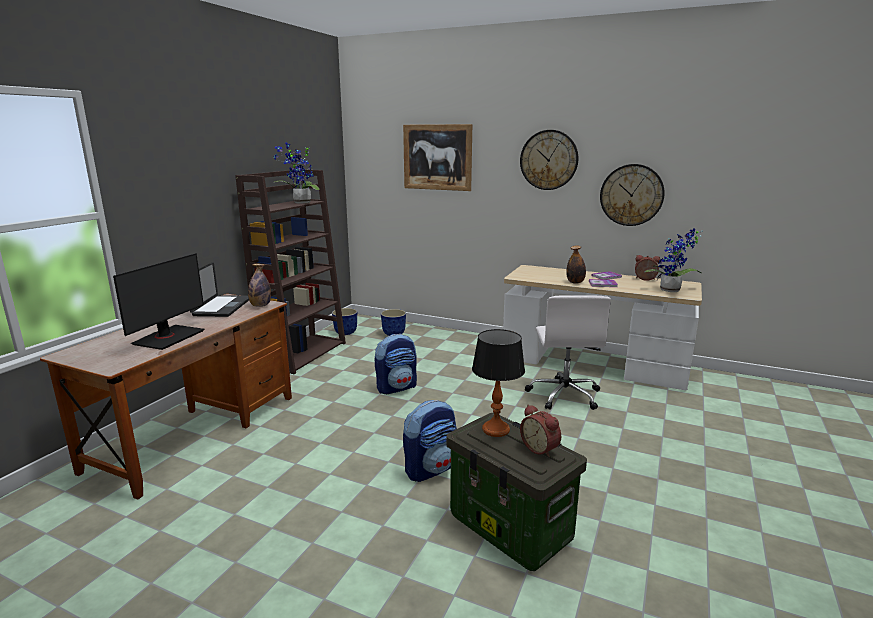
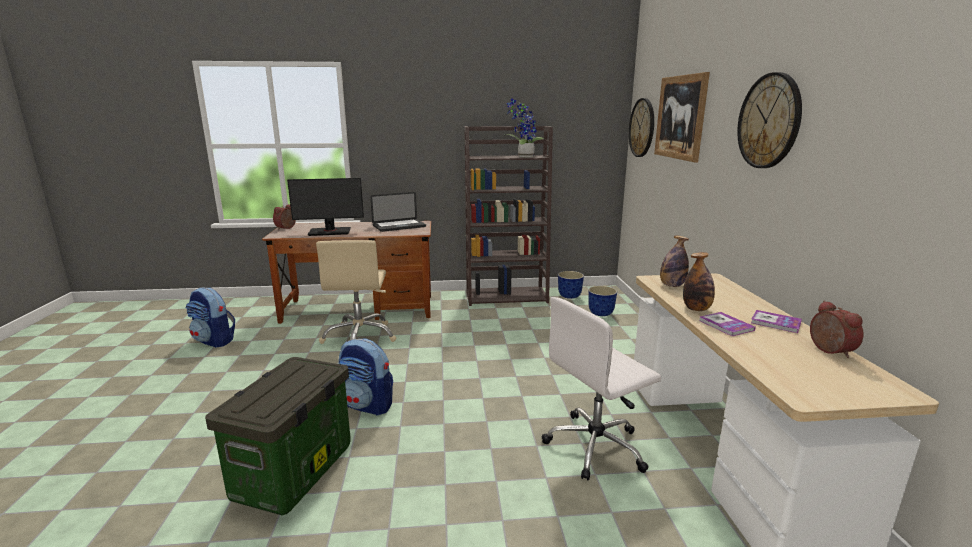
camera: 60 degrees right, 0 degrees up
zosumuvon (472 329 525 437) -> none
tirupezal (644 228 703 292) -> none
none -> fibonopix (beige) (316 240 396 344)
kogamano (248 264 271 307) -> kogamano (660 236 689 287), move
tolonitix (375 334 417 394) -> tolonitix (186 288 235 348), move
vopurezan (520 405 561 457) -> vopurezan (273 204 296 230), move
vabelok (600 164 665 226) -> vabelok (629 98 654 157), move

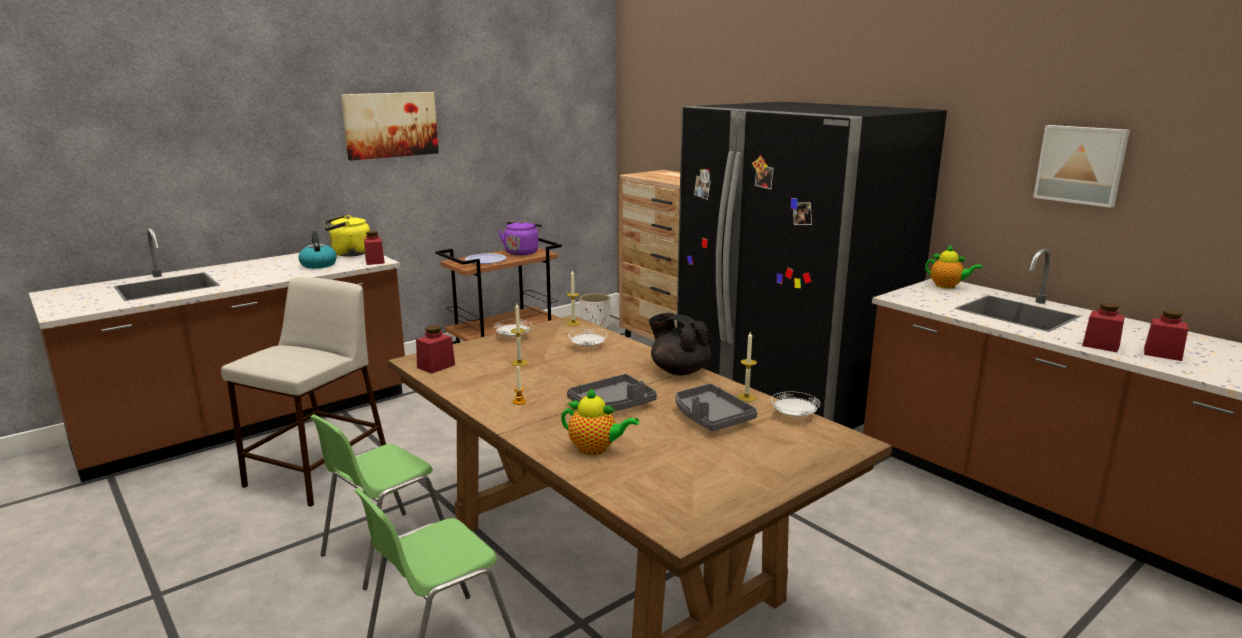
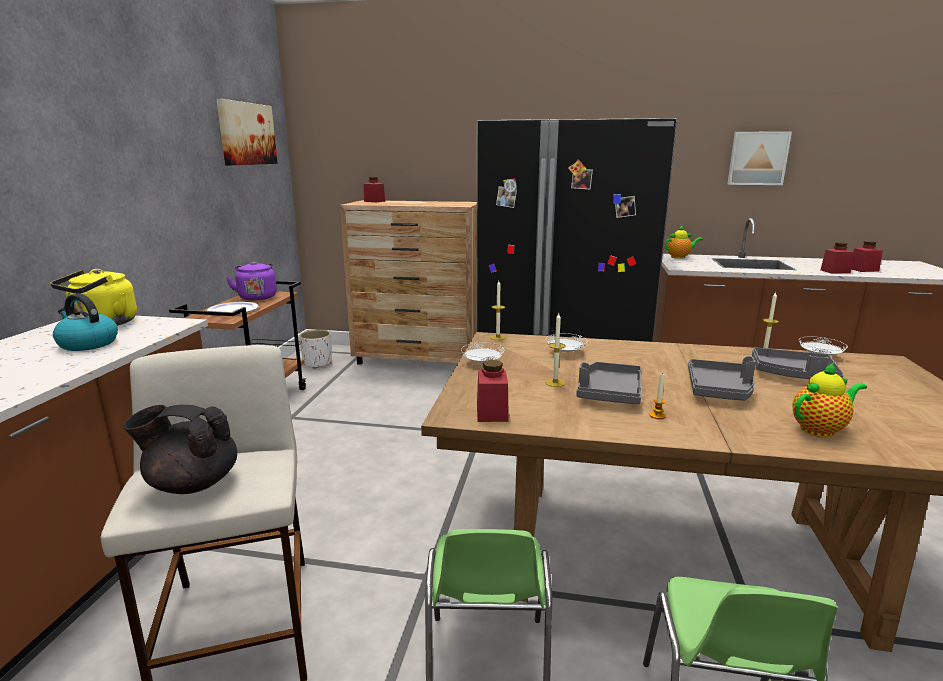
camera: 40 degrees left, 0 degrees up
none -> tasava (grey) (577 362 642 404)
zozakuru (341 92 439 160) -> zozakuru (216 99 278 165), move
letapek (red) (364 231 385 265) -> letapek (red) (364 177 385 202), move
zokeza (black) (649 313 711 376) -> zokeza (black) (124 405 237 494), move

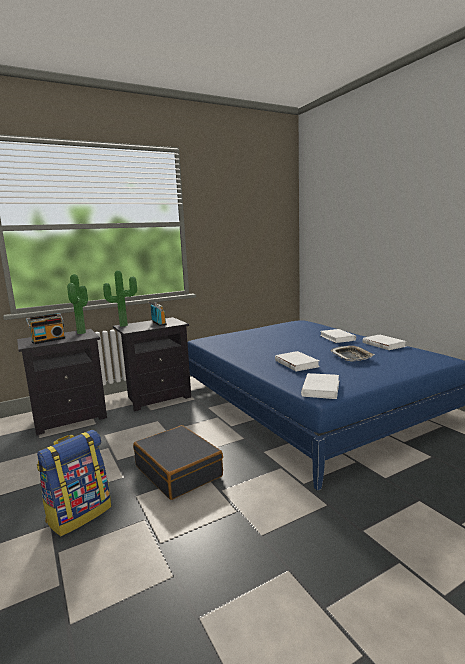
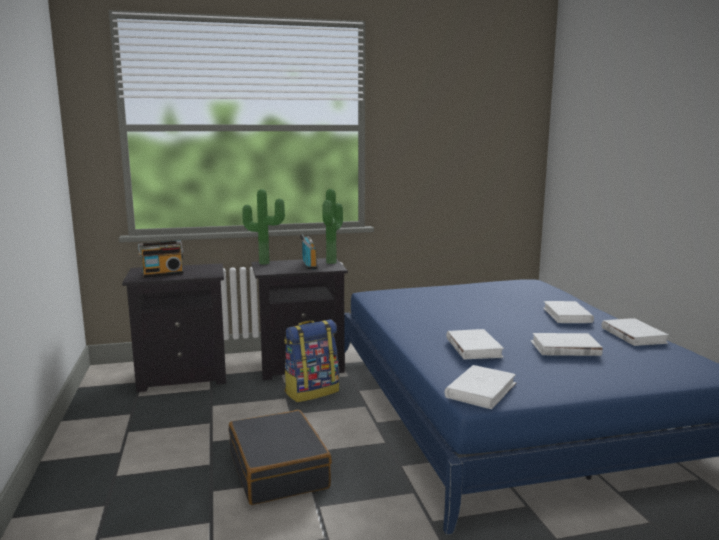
camera: 15 degrees right, 0 degrees up
tolonitix (37 430 111 536) -> tolonitix (284 320 339 402), move
tirupezal (67 274 88 334) -> tirupezal (323 189 343 264), move
tasava (330 346 375 362) -> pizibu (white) (531 333 603 356)

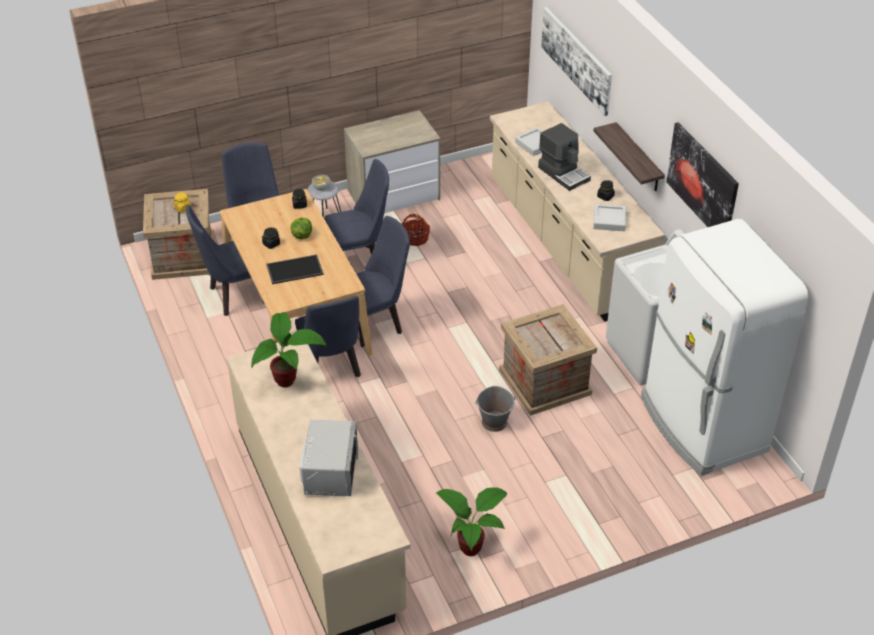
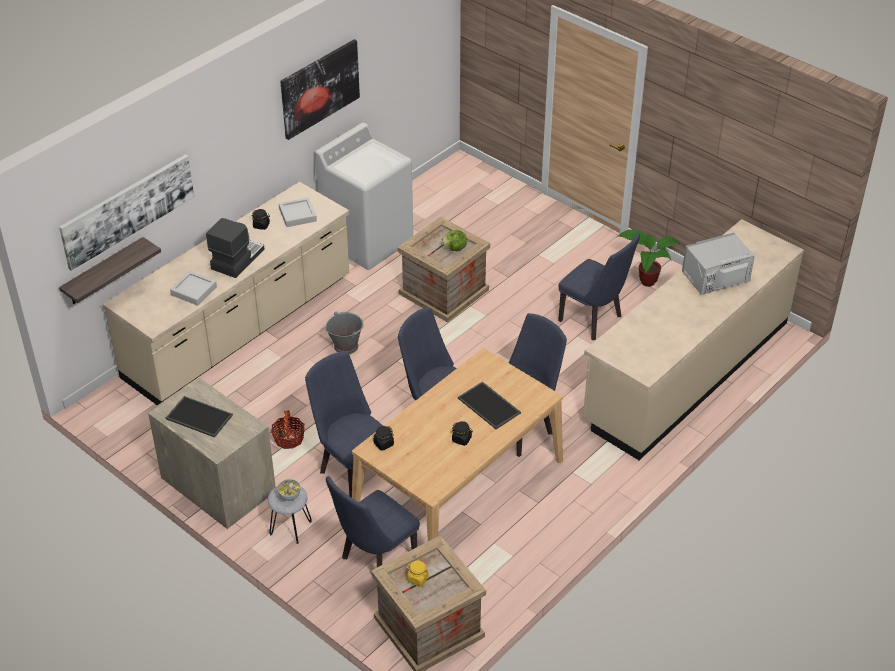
camera: 115 degrees left, 0 degrees up
tirupezal (251 312 327 387) -> none
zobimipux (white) (641 219 809 476) -> none
none -> tasava (166 396 233 438)
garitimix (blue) (186 205 264 316) -> garitimix (blue) (558 233 640 340), move
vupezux (290 218 312 239) -> vupezux (441 230 467 251), move
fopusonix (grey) (475 386 516 432) -> fopusonix (grey) (325 312 364 354), move
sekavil (594 122 665 191) -> sekavil (59 237 161 304), move

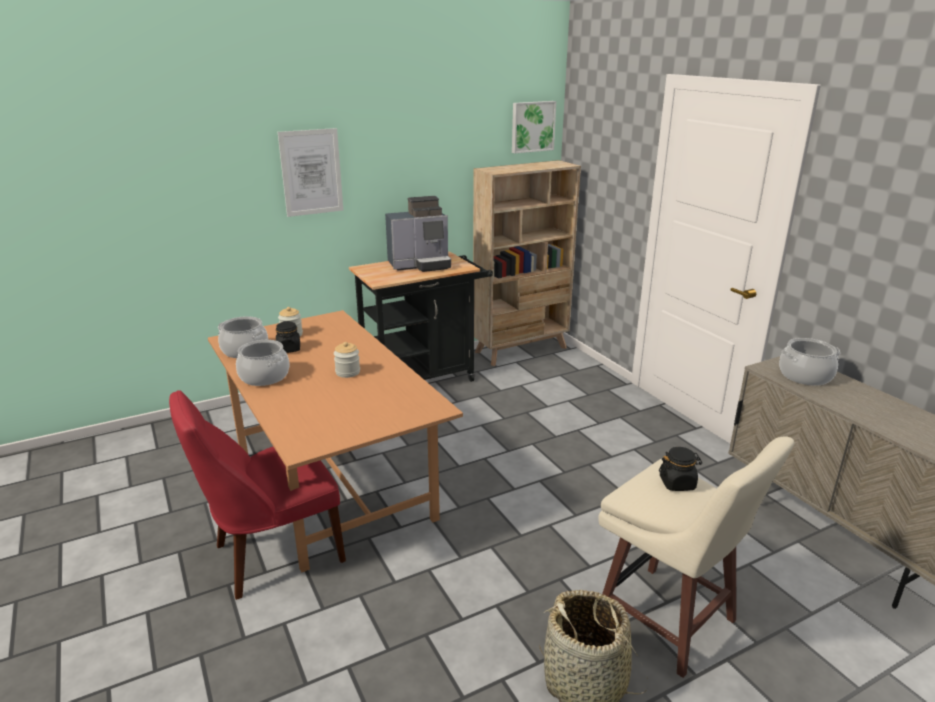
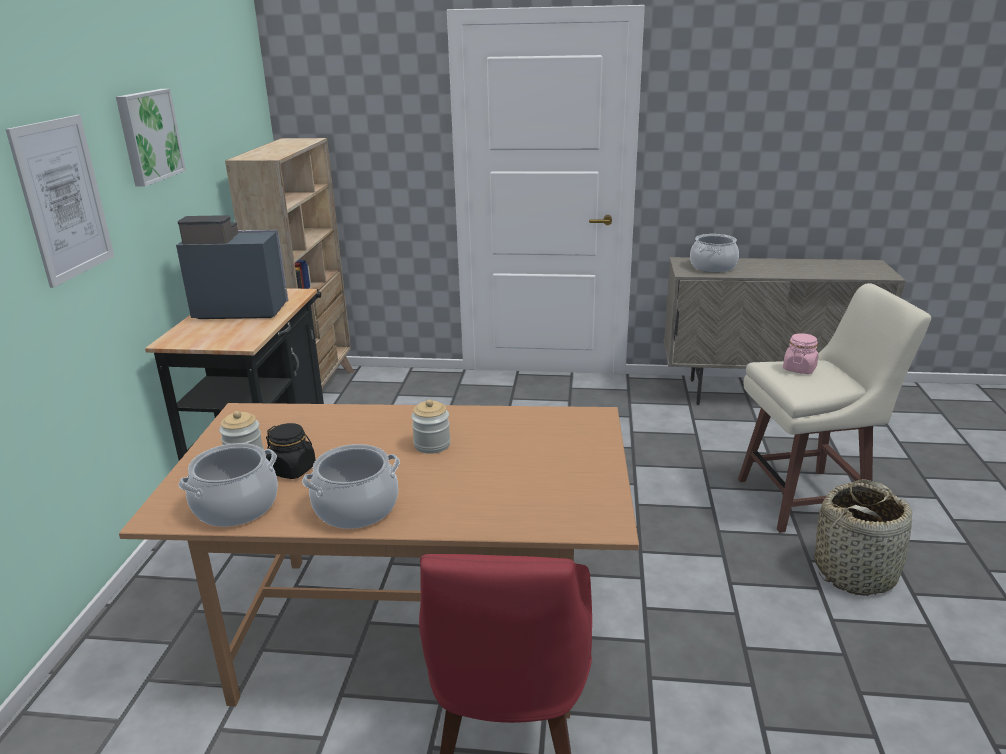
camera: 55 degrees left, 0 degrees up
zozakuru (512 101 556 153) -> zozakuru (116 89 186 187), move
letapek (black) (659 447 702 491) -> letapek (pink) (783 333 819 374)
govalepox (385 196 451 272) -> govalepox (176 215 288 319), 105 degrees counterclockwise

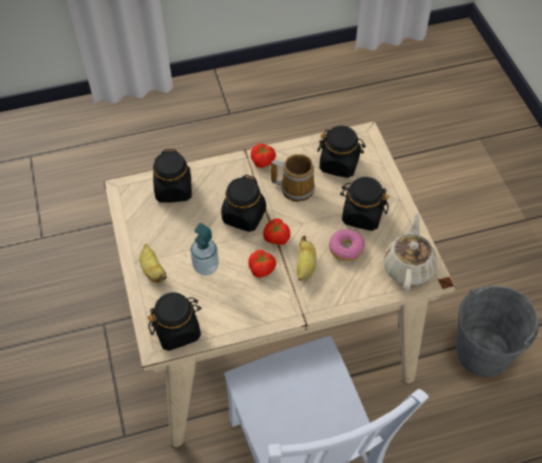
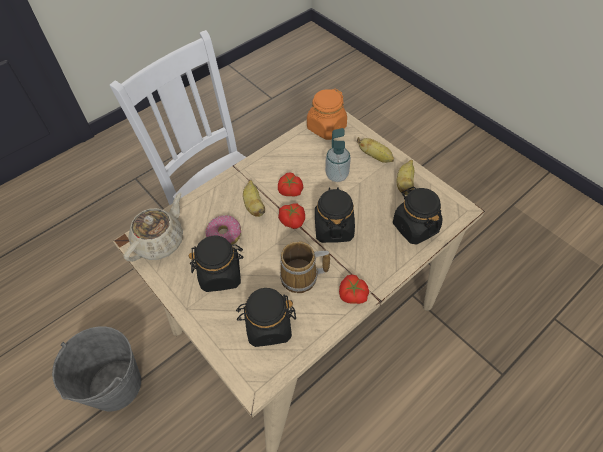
camera: 155 degrees right, 0 degrees up
none -> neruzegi (397 160 414 195)
letapek (black) (148 293 201 351) -> letapek (orange) (307 89 347 140)
zokeza (beige) (383 213 437 291) -> zokeza (beige) (123 193 183 262), 135 degrees counterclockwise

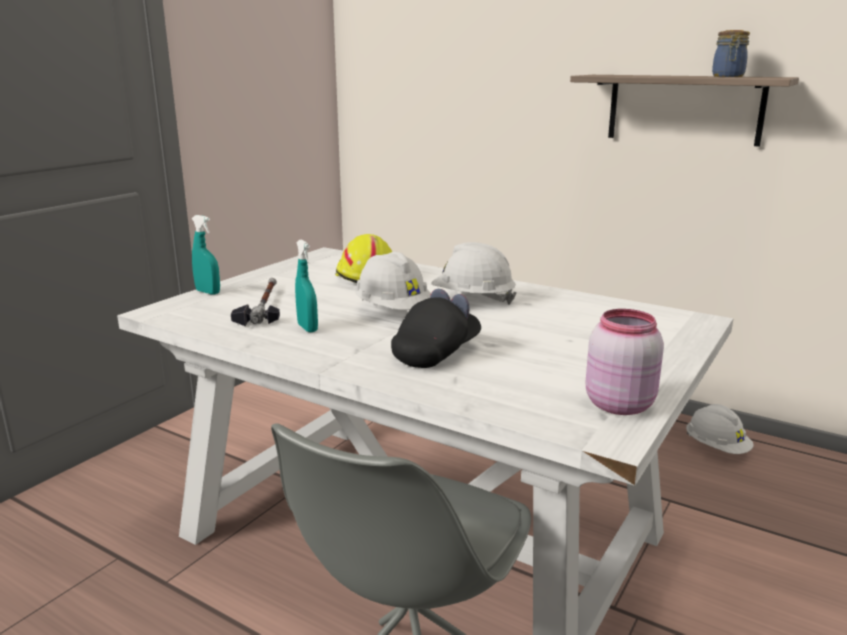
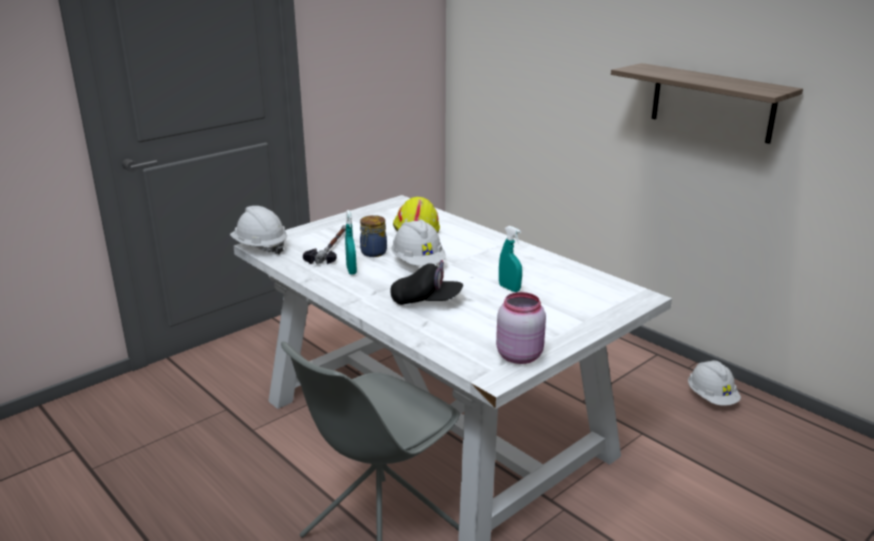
camera: 15 degrees right, 5 degrees up
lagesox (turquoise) (192 215 220 295) -> lagesox (turquoise) (499 226 522 292), move
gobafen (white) (431 242 516 305) -> gobafen (white) (230 206 287 255), move
letapek (712 30 750 77) -> letapek (360 215 387 257), move
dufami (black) (391 289 481 368) -> dufami (black) (390 260 463 305), 45 degrees clockwise

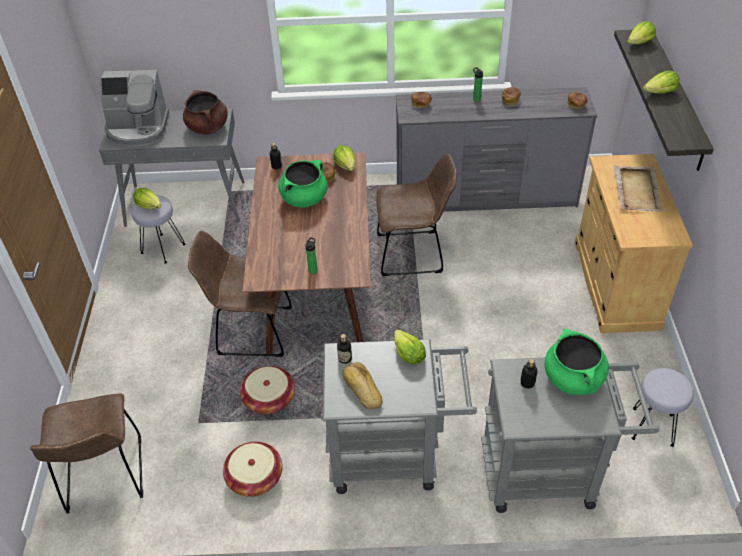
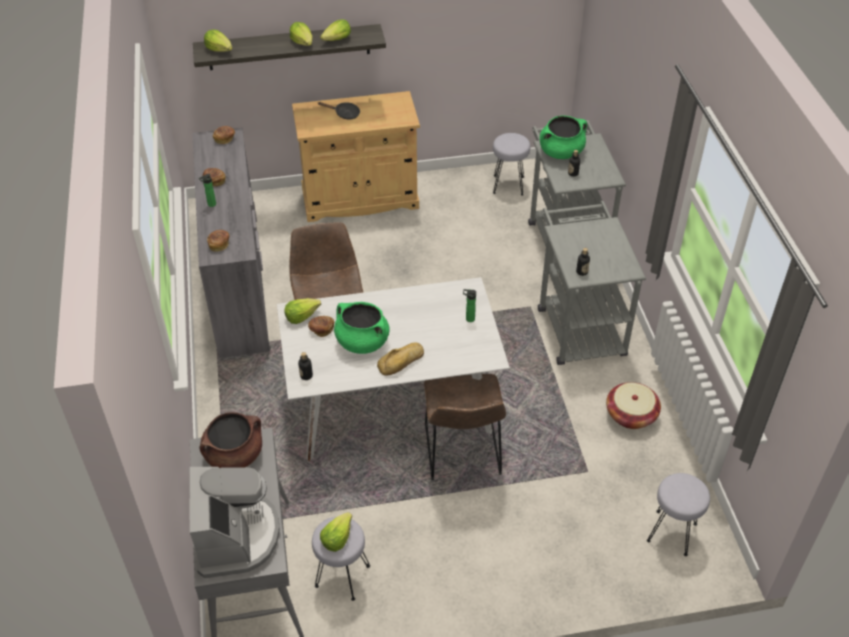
camera: 100 degrees left, 0 degrees up
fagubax (240 366 295 414) -> none
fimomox (342 362 383 410) -> fimomox (377 342 424 376), move
vupezux (394 330 426 365) -> vupezux (320 19 351 41), move
garitimix (brown) (30 394 143 513) -> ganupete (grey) (647 473 710 556)
tasava (beige) (614 165 664 212) -> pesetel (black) (318 102 360 119)
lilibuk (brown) (242 152 371 354) -> lilibuk (white) (277 277 510 461)

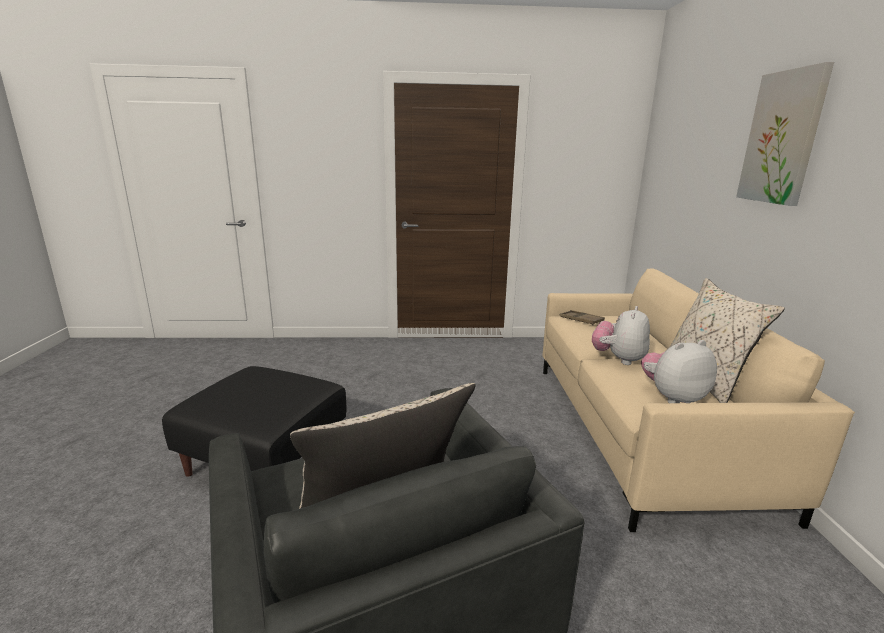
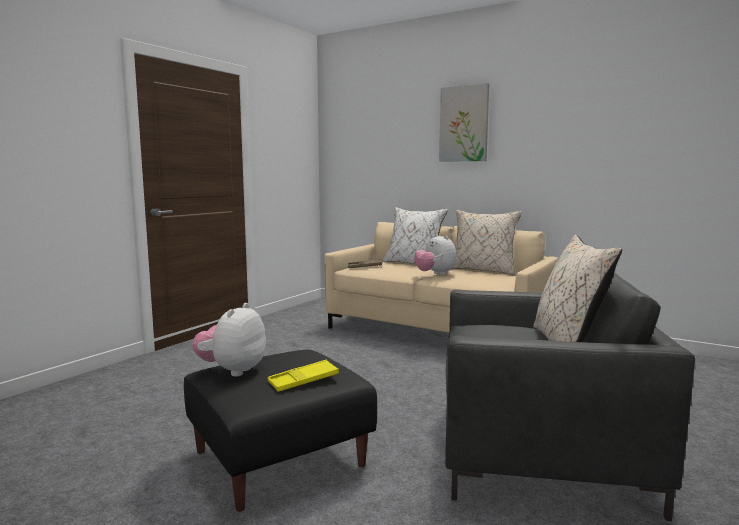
camera: 55 degrees left, 10 degrees down
none -> tasava (yellow) (267 360 339 392)
none -> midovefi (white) (383 207 448 264)
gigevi (641 340 717 403) -> gigevi (192 303 266 377), move

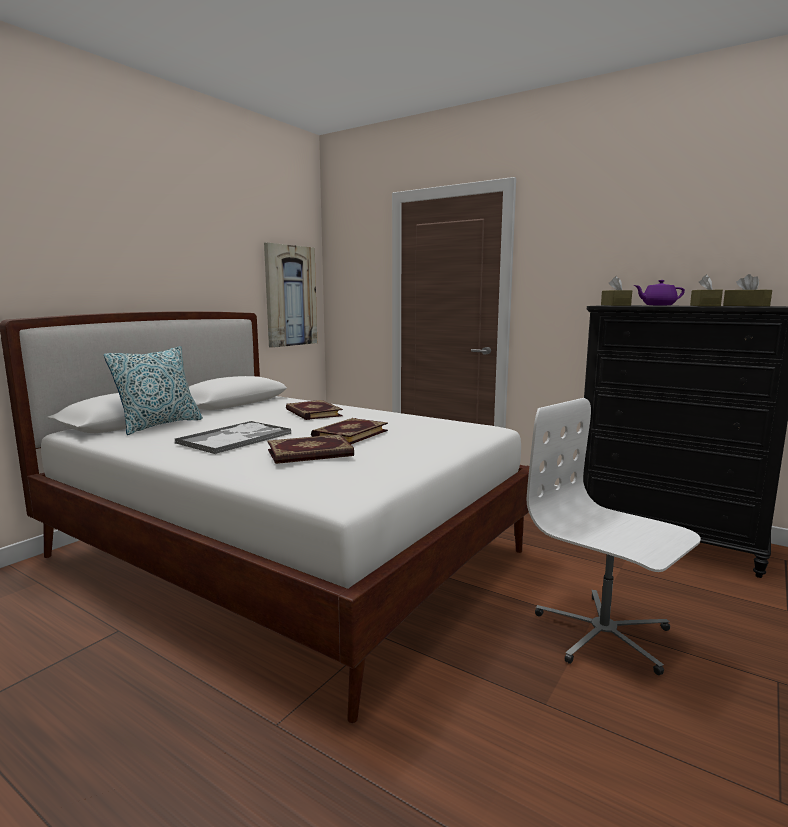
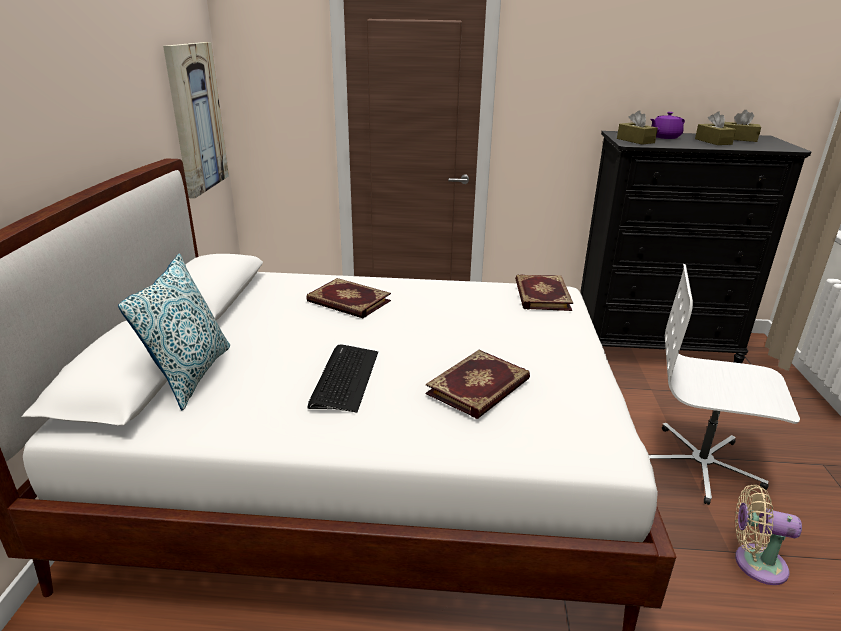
camera: 30 degrees left, 15 degrees up
none -> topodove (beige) (735 485 802 585)
pizibu (311 418 388 444) -> pizibu (515 274 573 311), move
tasava (175 421 291 454) -> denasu (307 344 378 413)

